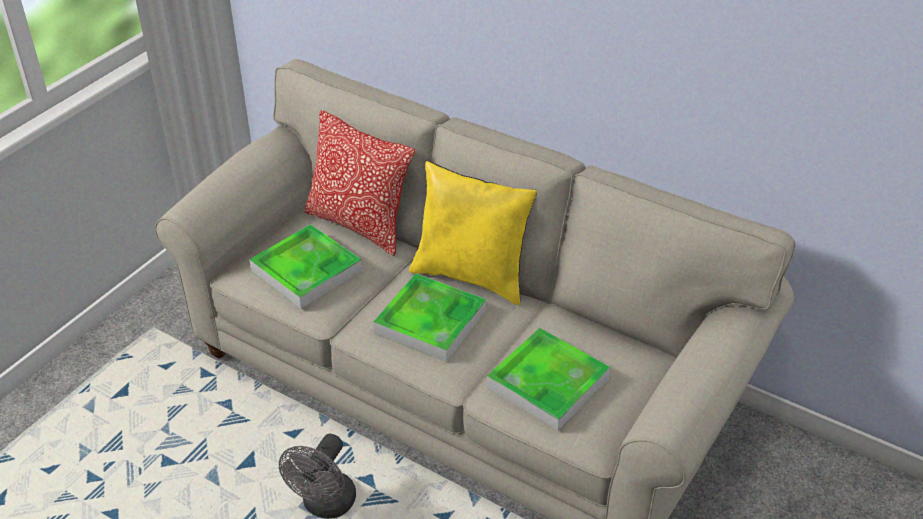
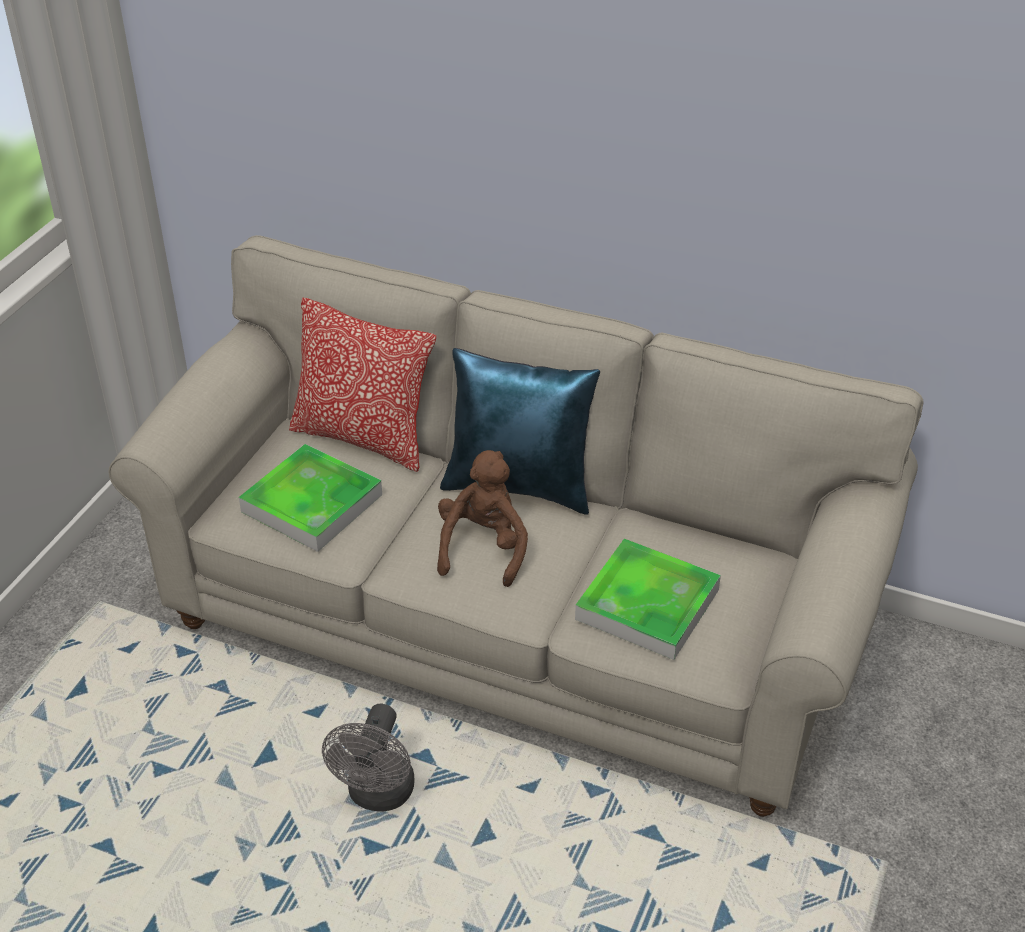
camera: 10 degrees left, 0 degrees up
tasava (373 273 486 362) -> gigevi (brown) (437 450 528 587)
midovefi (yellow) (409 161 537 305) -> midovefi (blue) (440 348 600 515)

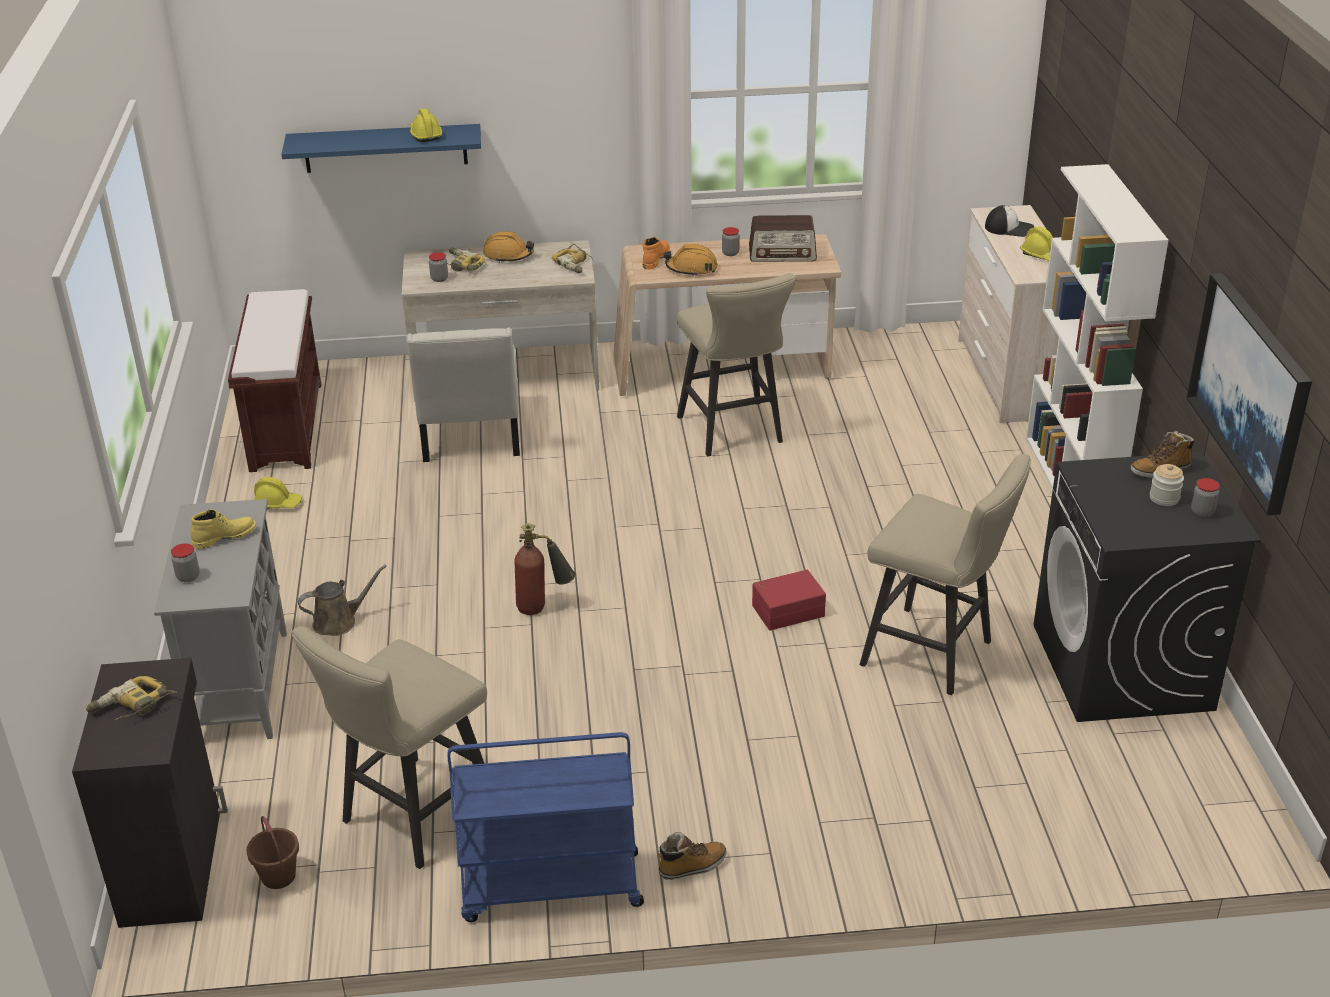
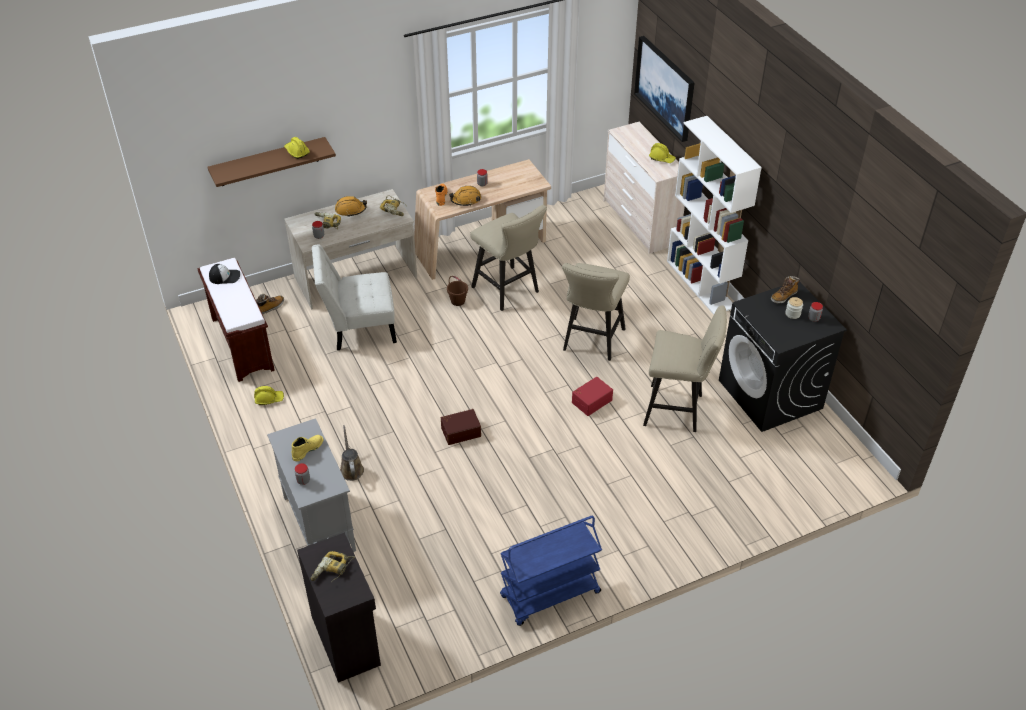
camera: 20 degrees left, 10 degrees up
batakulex (749 215 817 262) -> none
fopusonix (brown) (246 816 299 889) -> fopusonix (brown) (447 276 468 306), move
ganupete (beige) (292 626 487 869) -> ganupete (beige) (562 263 630 361), move
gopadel (657 832 727 880) -> gopadel (256 293 284 314), move
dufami (985 205 1034 237) -> dufami (209 264 240 284), move
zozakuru (1186 273 1312 515) -> zozakuru (634 36 695 142), move
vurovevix (514 523 576 615) -> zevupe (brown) (441 409 481 445)
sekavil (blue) (281 124 481 173) -> sekavil (brown) (207 137 336 187)
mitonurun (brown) (298 565 387 636) -> mitonurun (brown) (340 425 364 481), 60 degrees counterclockwise
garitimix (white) (406 327 520 462) -> garitimix (white) (312 244 397 350), 105 degrees clockwise

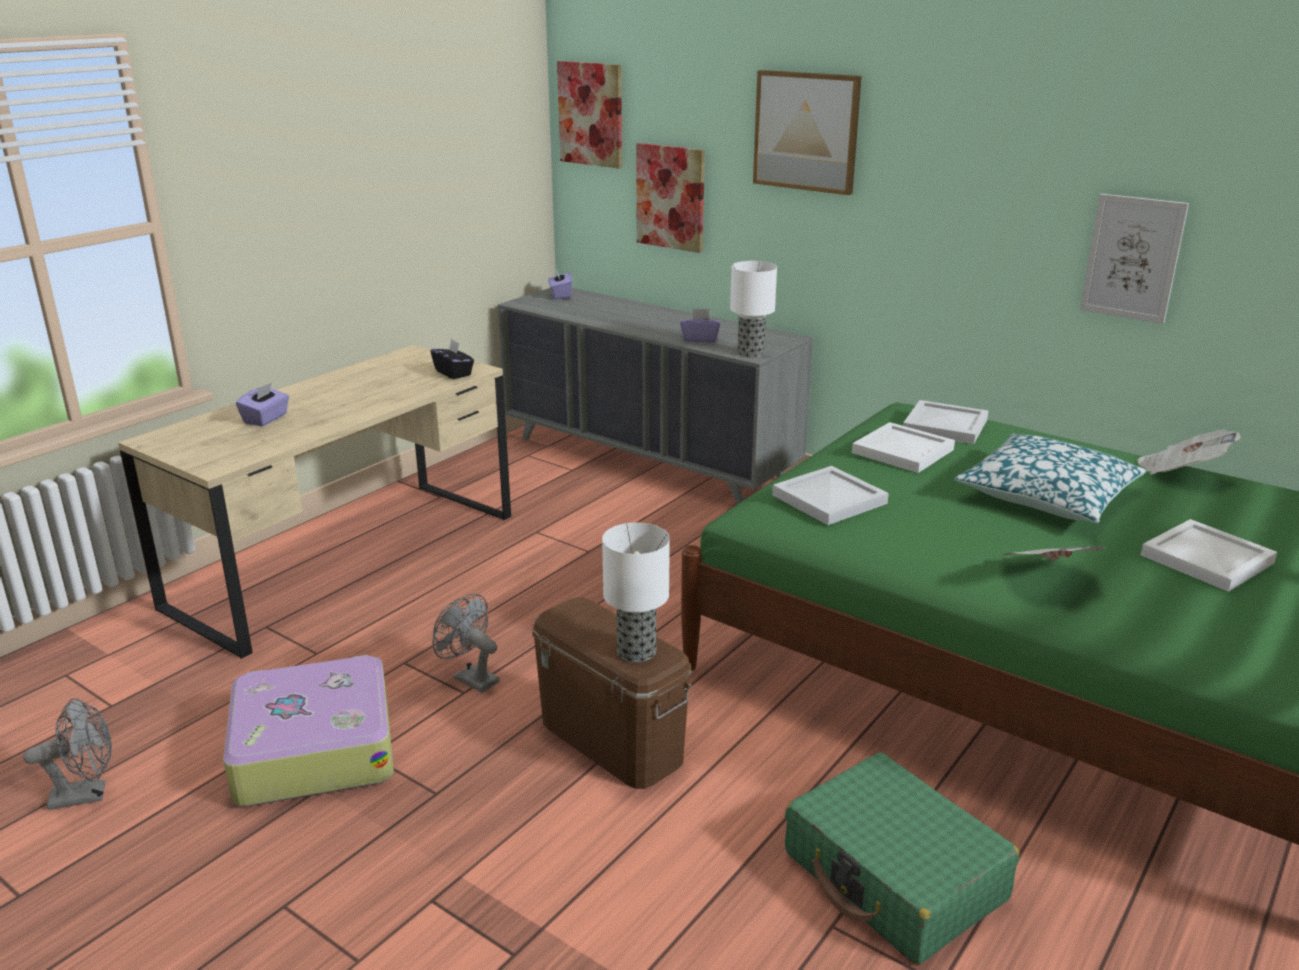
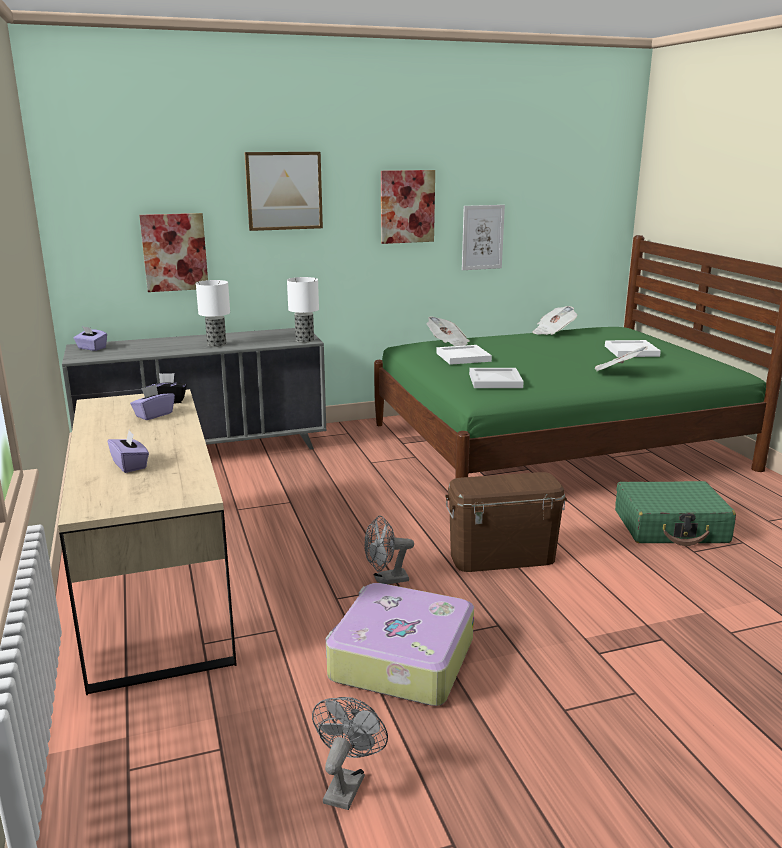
camera: 55 degrees left, 5 degrees down
midovefi (955 434 1146 523) -> none
zozakuru (557 61 622 169) -> zozakuru (381 170 435 244), move
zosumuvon (602 523 670 663) -> zosumuvon (196 280 230 347), move
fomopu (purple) (680 308 721 343) -> fomopu (purple) (130 385 175 420), move
tasava (white) (903 400 988 444) -> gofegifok (426 316 470 346)

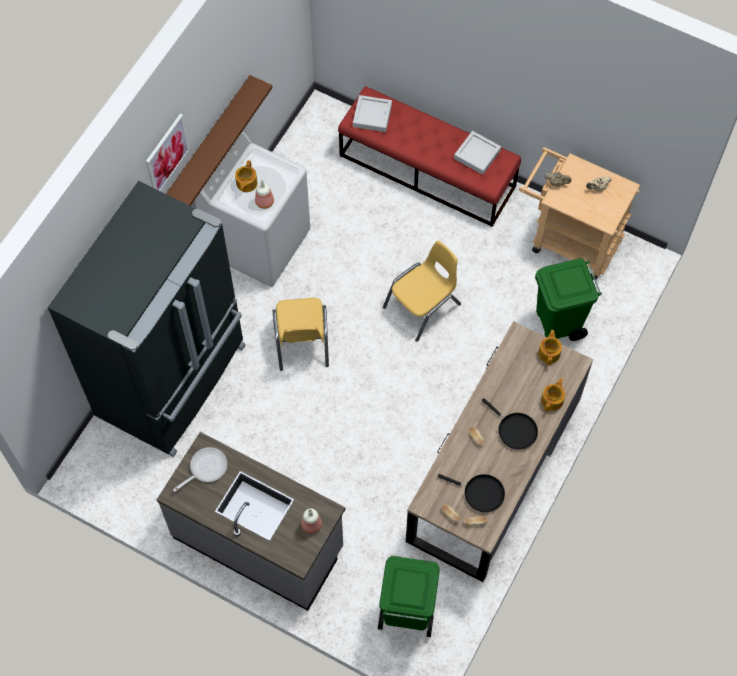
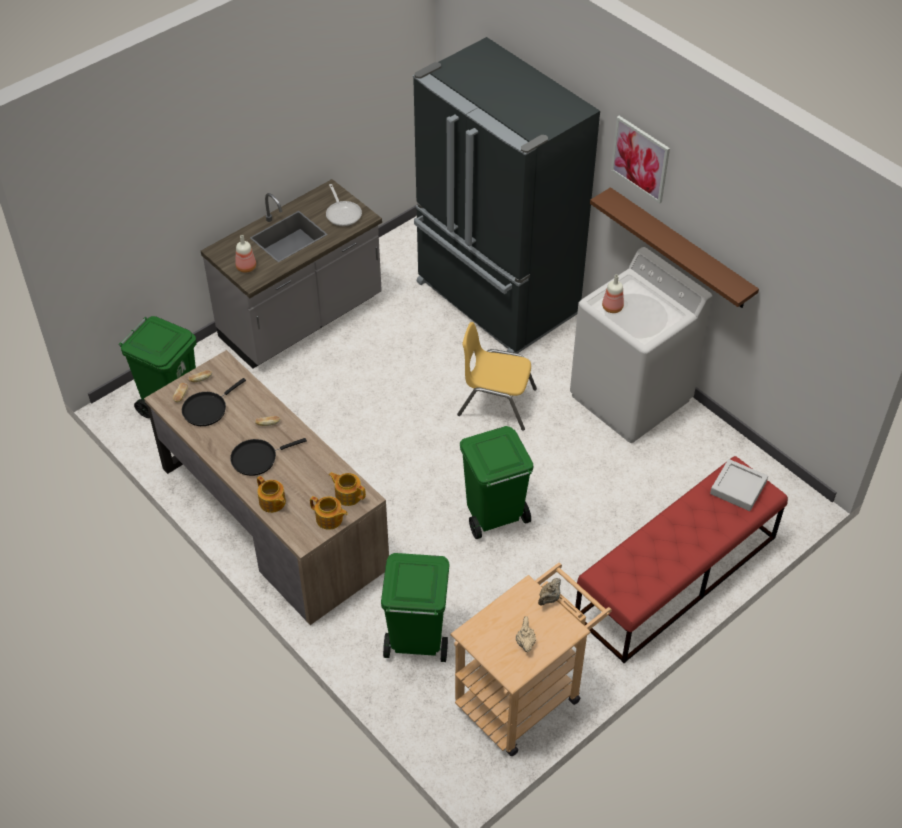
camera: 110 degrees right, 15 degrees down
tasava (grey) (454 131 501 175) -> none
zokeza (235 160 258 192) -> zokeza (329 472 366 506), move
garitimix (yellow) (383 240 461 342) -> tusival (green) (460 426 534 539)

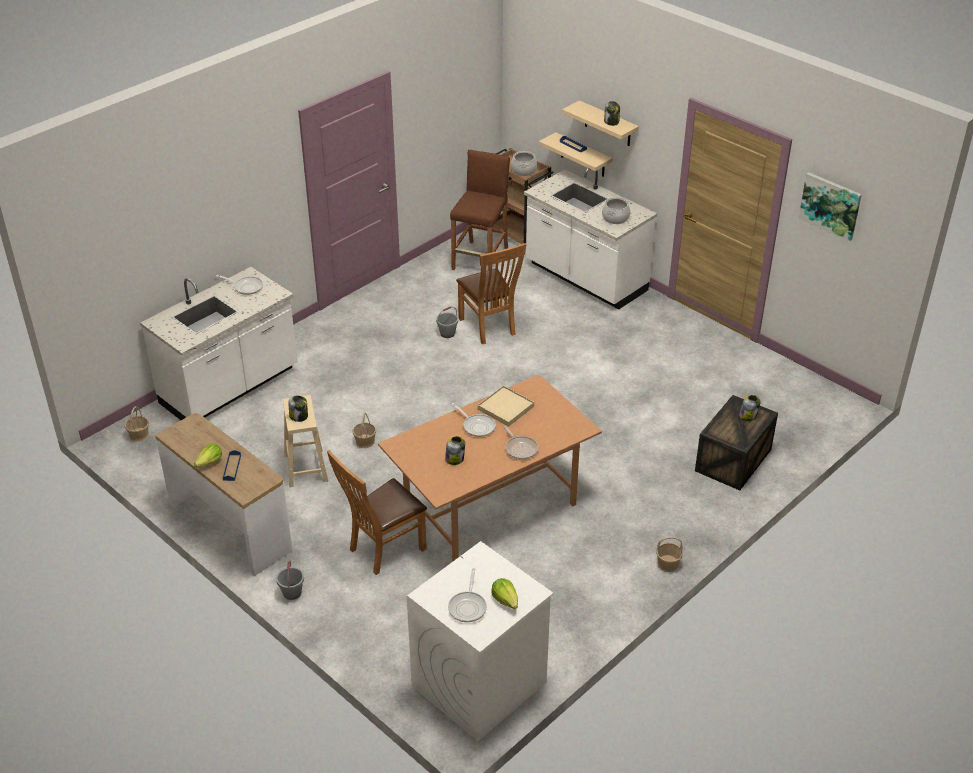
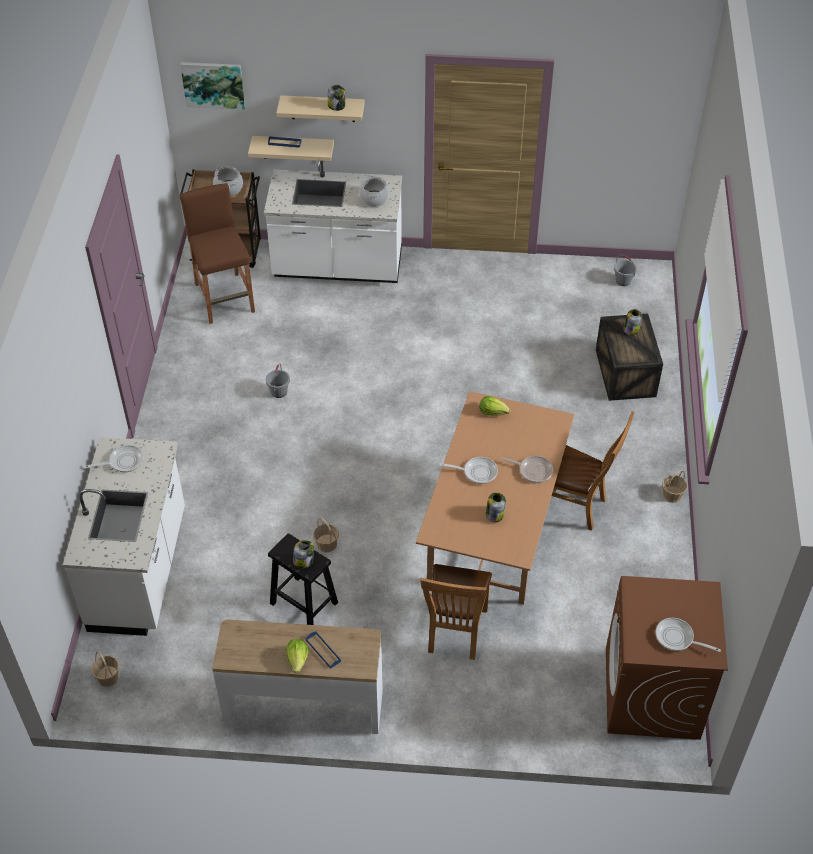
camera: 40 degrees left, 10 degrees up
tasava (beige) (478 385 534 427) -> none
fopusonix (grey) (276 560 304 600) -> fopusonix (grey) (614 255 637 286), move
garitimix (brown) (456 243 526 344) -> garitimix (brown) (552 411 635 531), move
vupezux (492 578 518 609) -> vupezux (479 396 510 416), move
zozakuru (799 172 862 241) -> zozakuru (180 62 245 110), move
ganupete (beige) (283 395 328 487) -> ganupete (black) (268 533 338 625)
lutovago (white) (407 541 553 741) -> lutovago (brown) (606 576 728 740)
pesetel (448 568 487 622) -> pesetel (655 618 721 652), 150 degrees clockwise

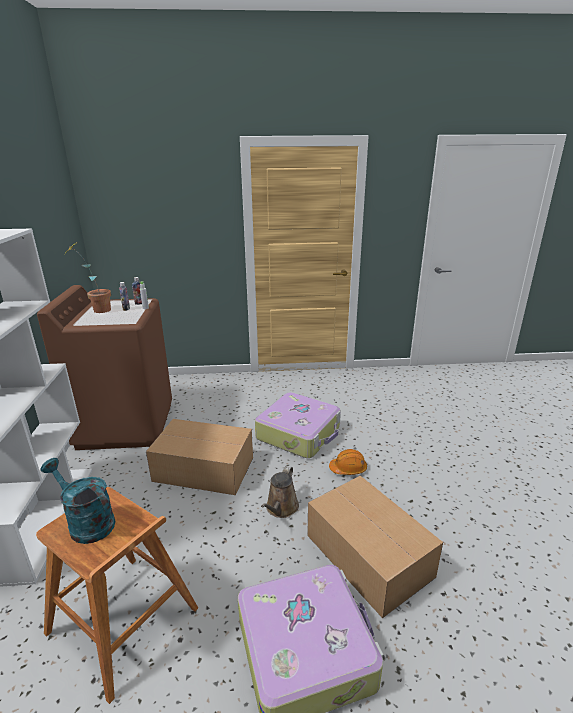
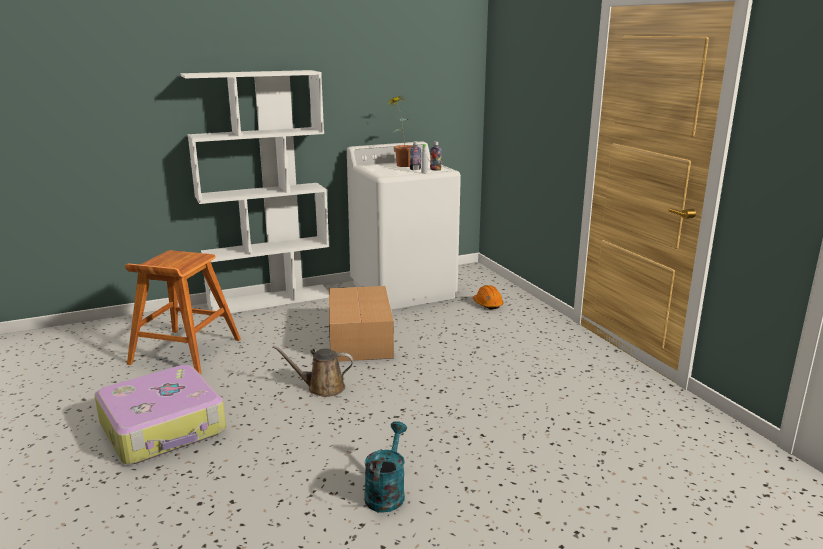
camera: 70 degrees right, 5 degrees down
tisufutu (255 392 341 458) -> none
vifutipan (307 476 443 618) -> none
mitonurun (turquoise) (40 458 115 544) -> mitonurun (turquoise) (364 421 407 513), move
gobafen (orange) (329 449 367 475) -> gobafen (orange) (473 285 503 309), move
lutovago (brown) (37 285 172 450) -> lutovago (white) (347 141 461 310)

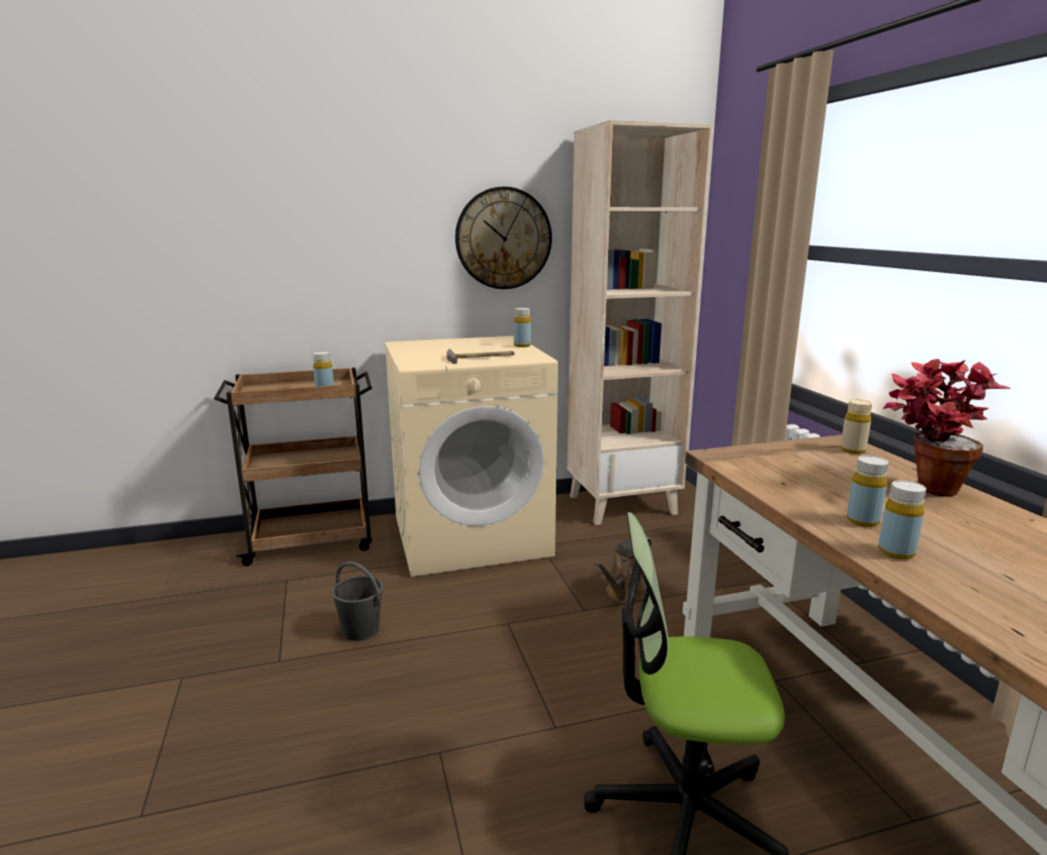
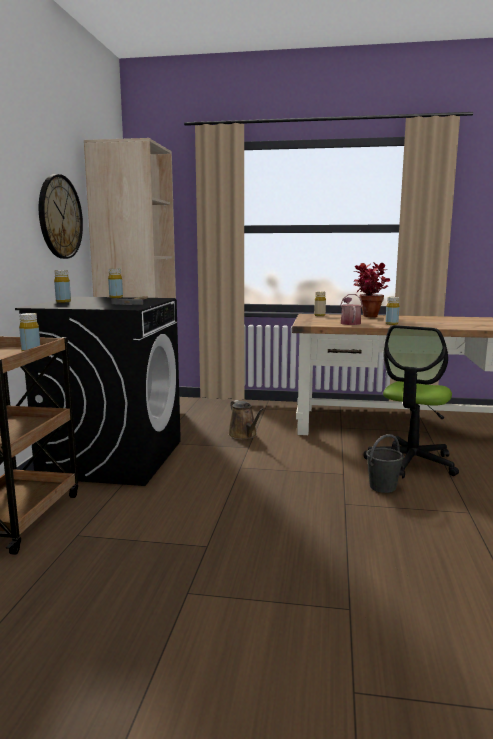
camera: 65 degrees left, 5 degrees down
none -> mitonurun (340 294 363 325)
fopusonix (grey) (332 562 383 641) -> fopusonix (grey) (366 434 404 493), move
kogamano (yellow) (878 480 926 560) -> kogamano (yellow) (54 270 71 303), move
lutovago (beige) (385 336 558 577) -> lutovago (black) (15 297 181 486)

